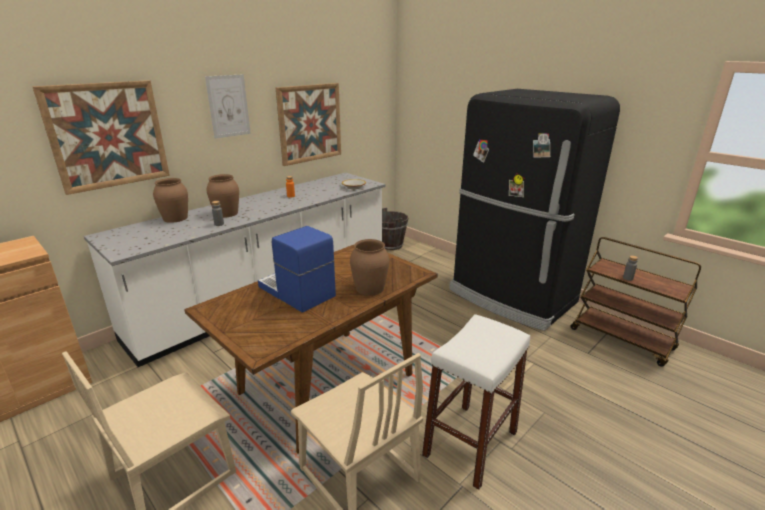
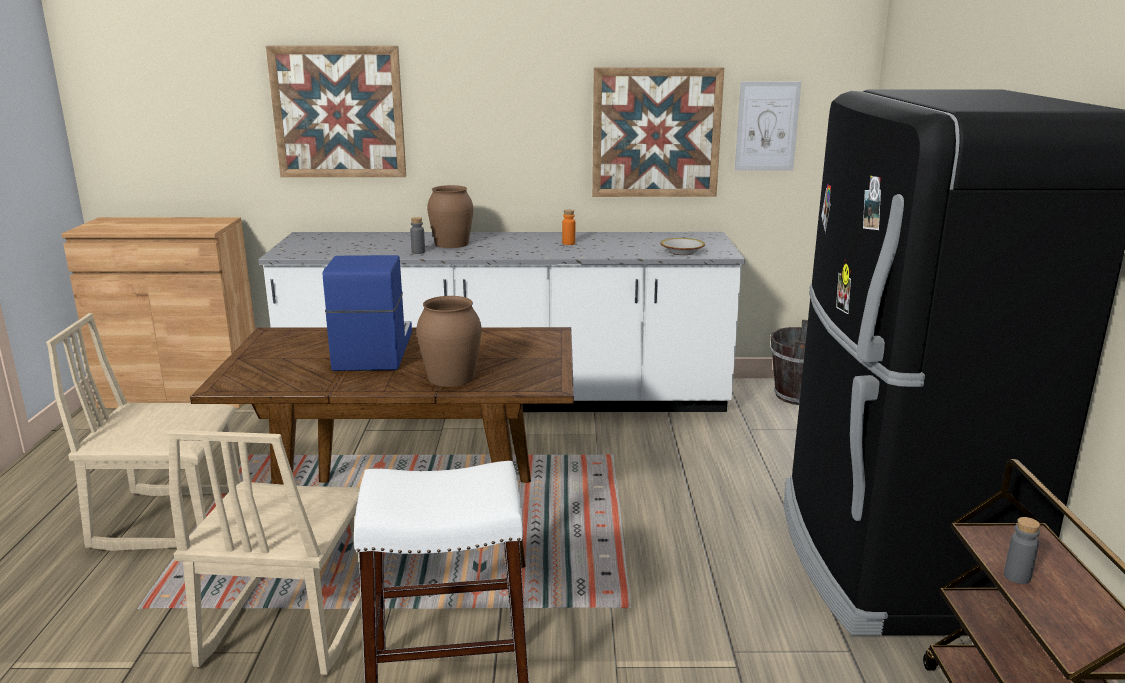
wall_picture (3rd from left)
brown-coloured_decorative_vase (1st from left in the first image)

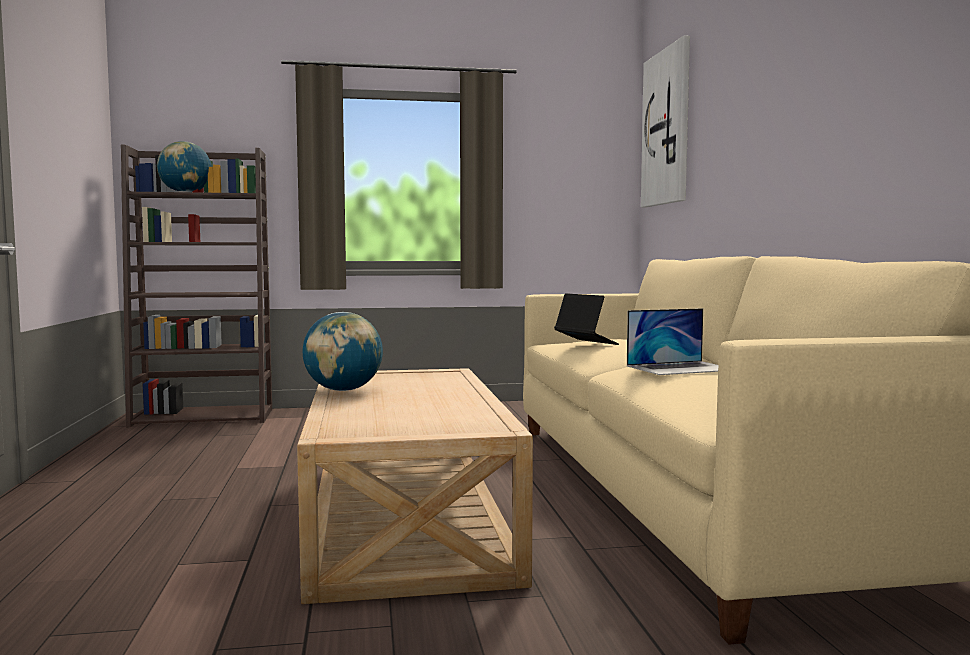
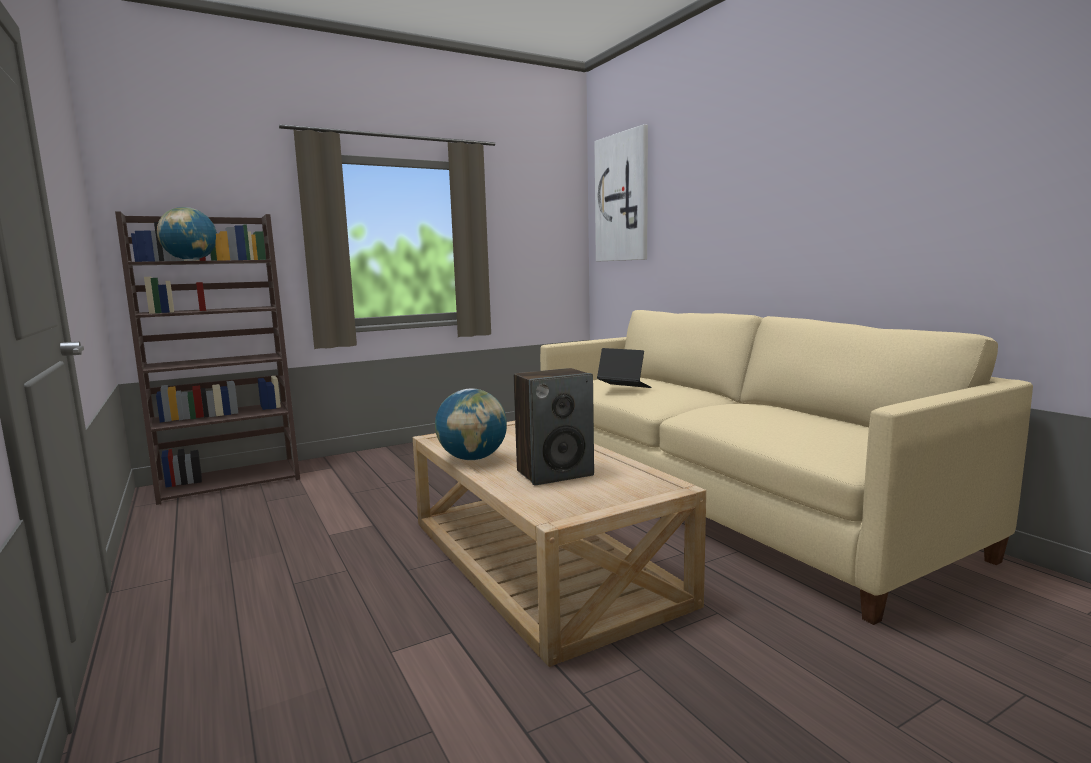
audio_speaker
laptop (2nd from left in the first image)

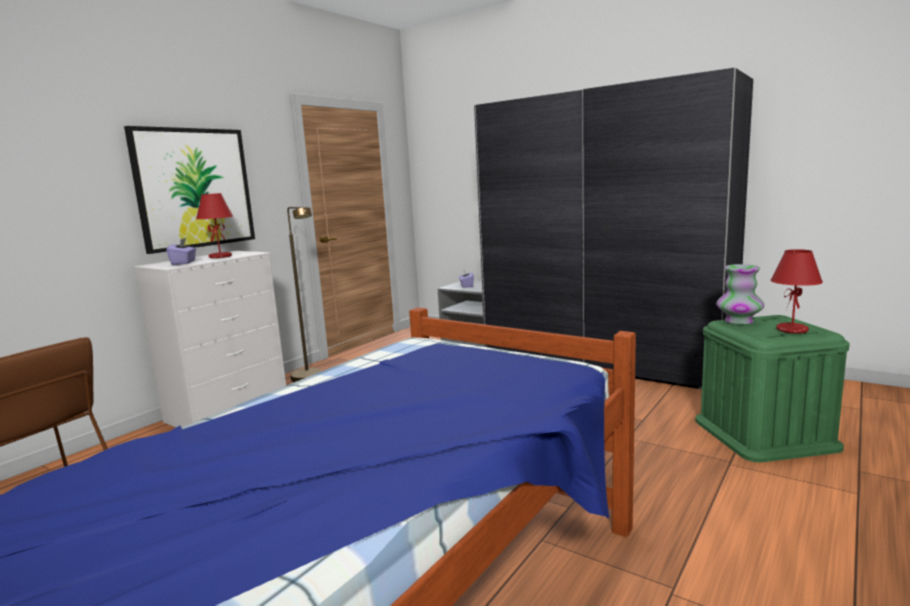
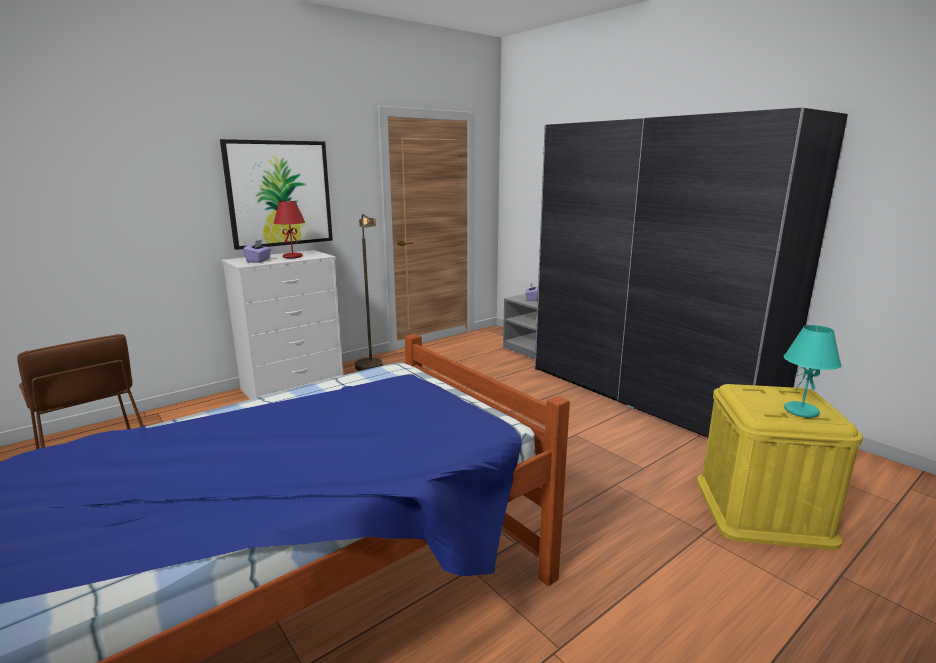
yellow_storage_box
blue-green_tabletop_lamp
decorative_vase

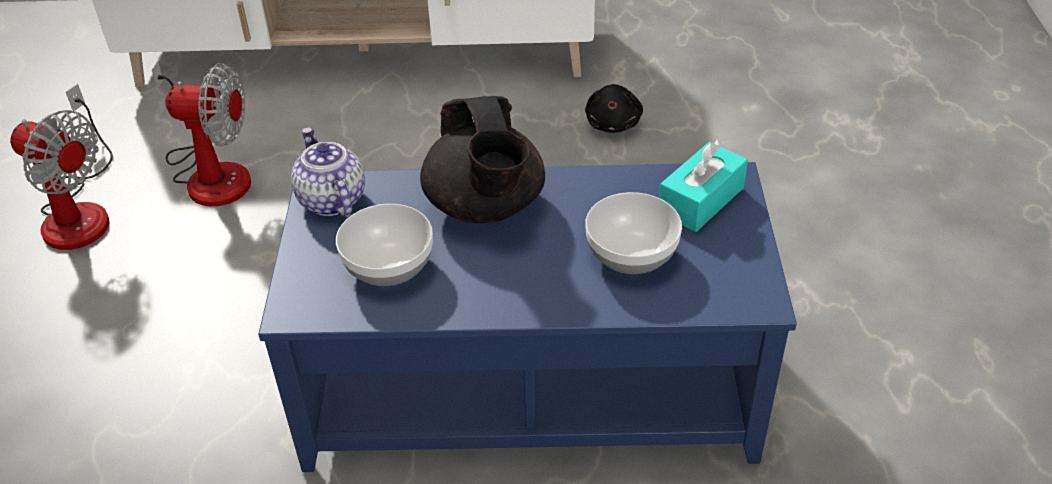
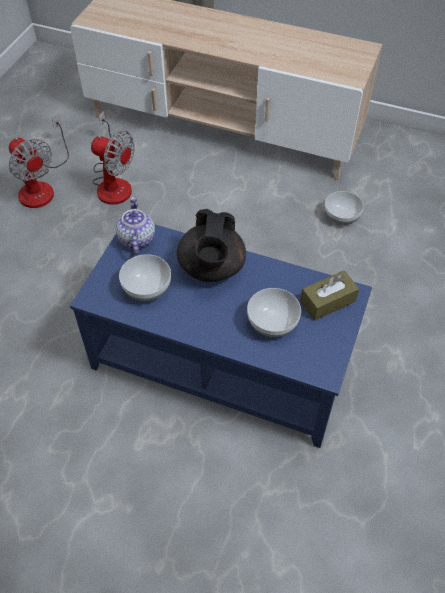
brown-coloured_tissue_box
serving_bowl (3rd from left)

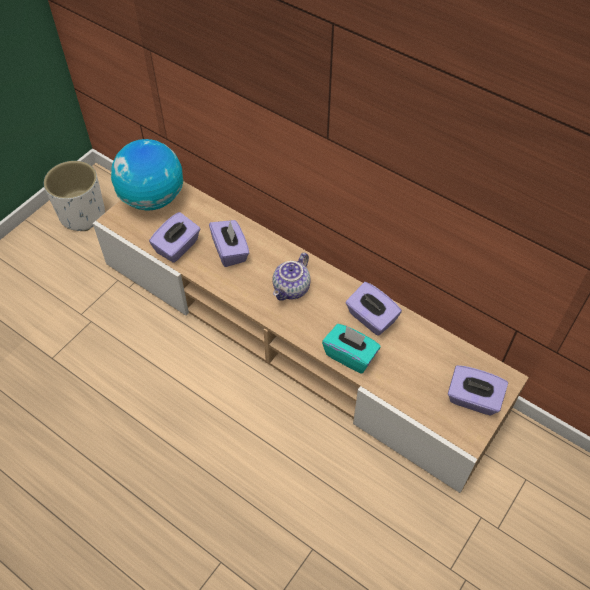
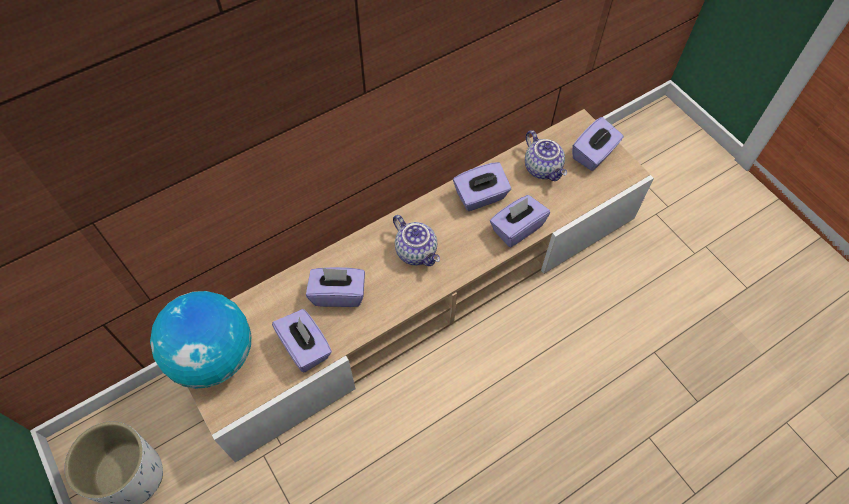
purple_tissue_box (4th from left)
pot_for_tea (2nd from left)

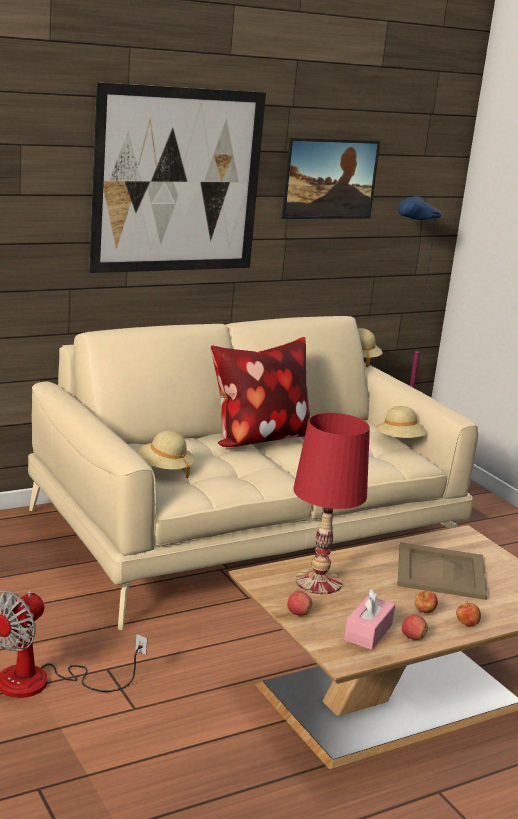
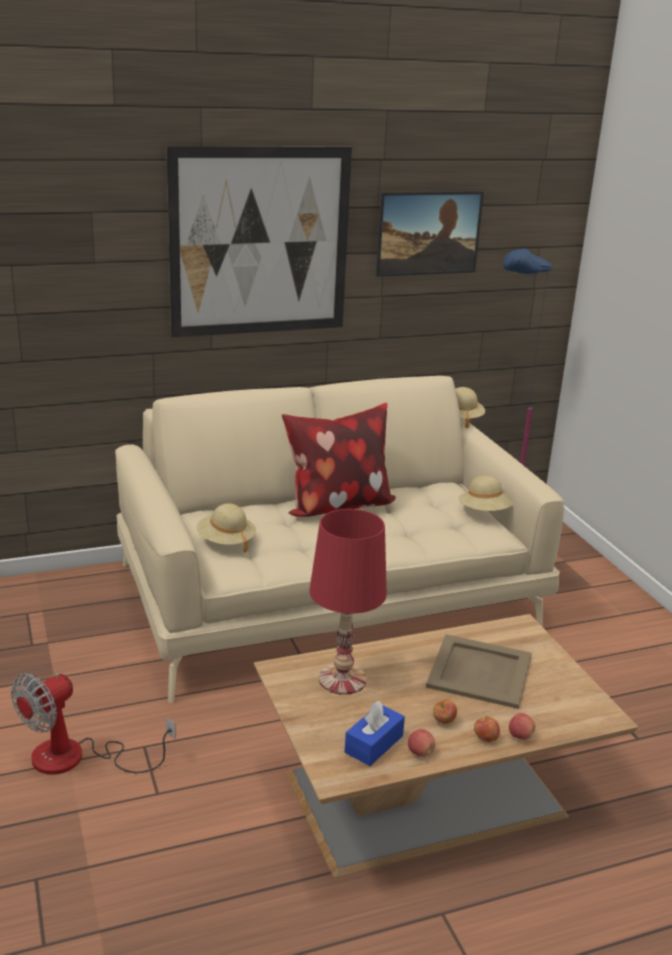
blue-coloured_tissue_box
apple (4th from left)

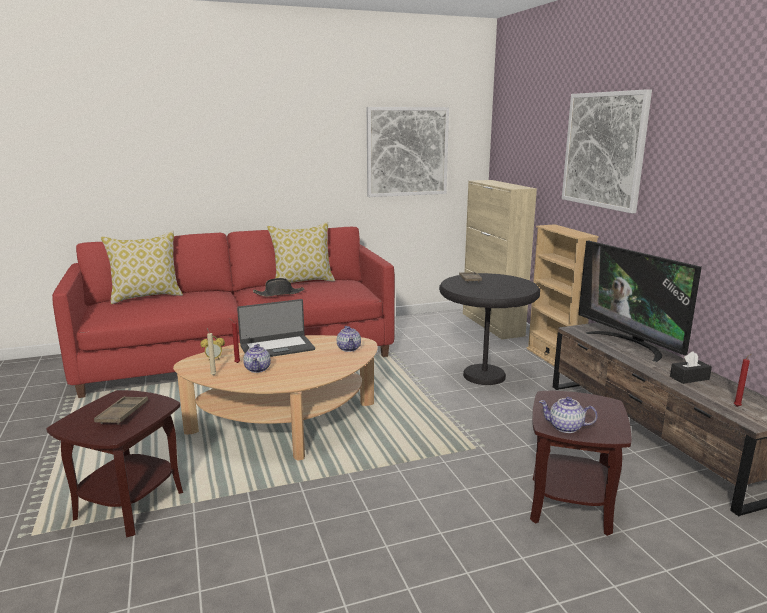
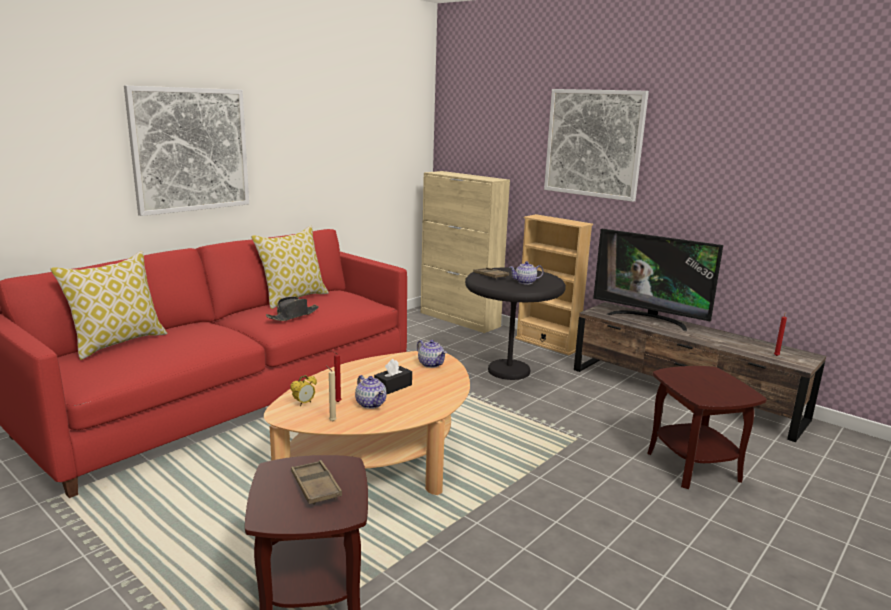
wall_picture (1st from left)
black-coloured_tissue_box
pot_for_tea (3rd from left)
laptop

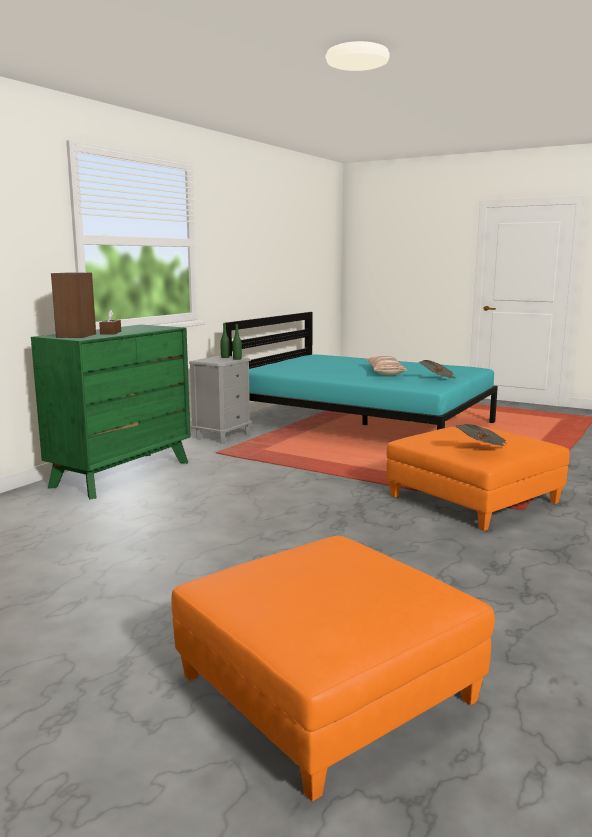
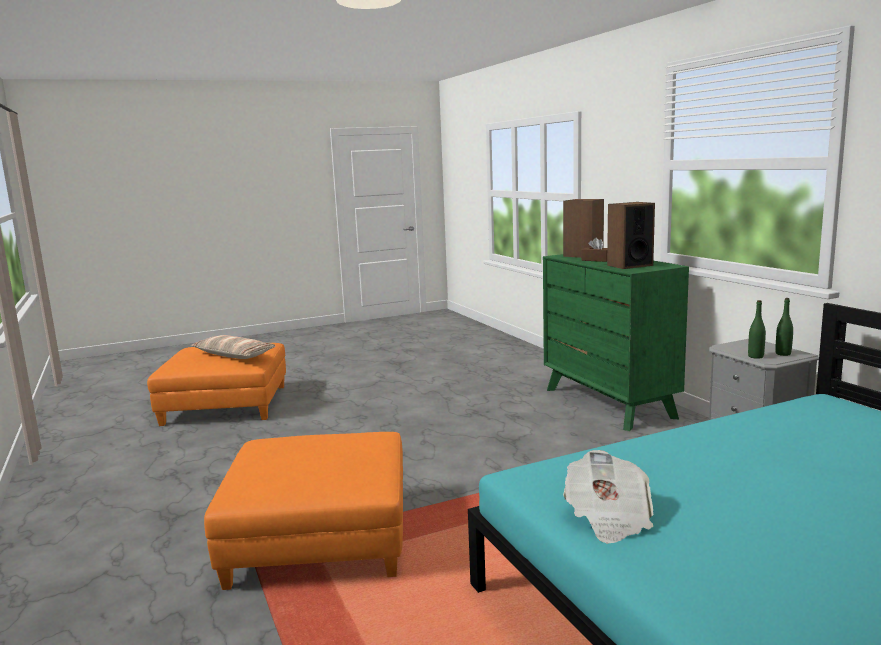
cushion
audio_speaker (2nd from left)
daily_paper (2nd from left in the first image)

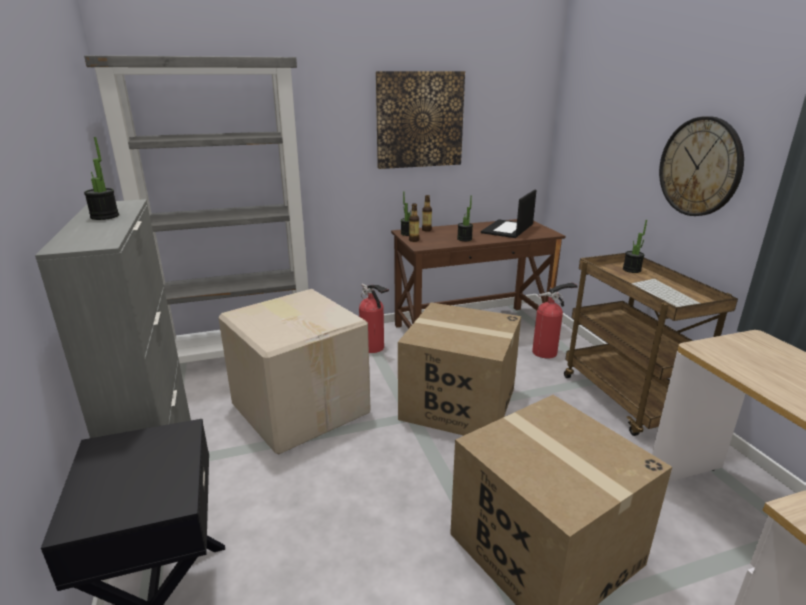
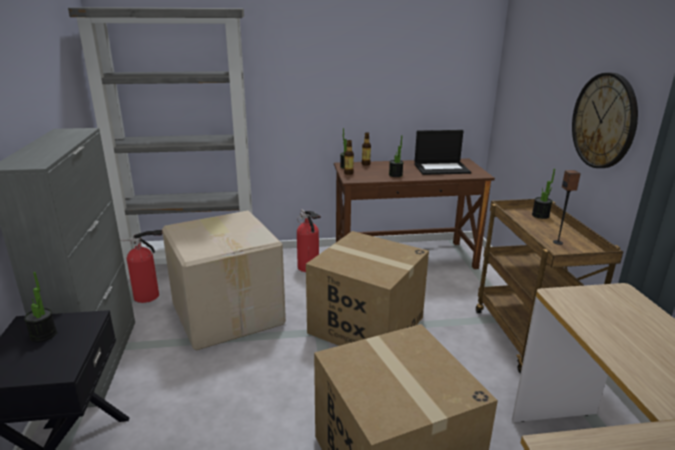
plant_in_a_pot (1st from left)
extinguisher (1st from left)
laptop
audio_speaker
wall_picture

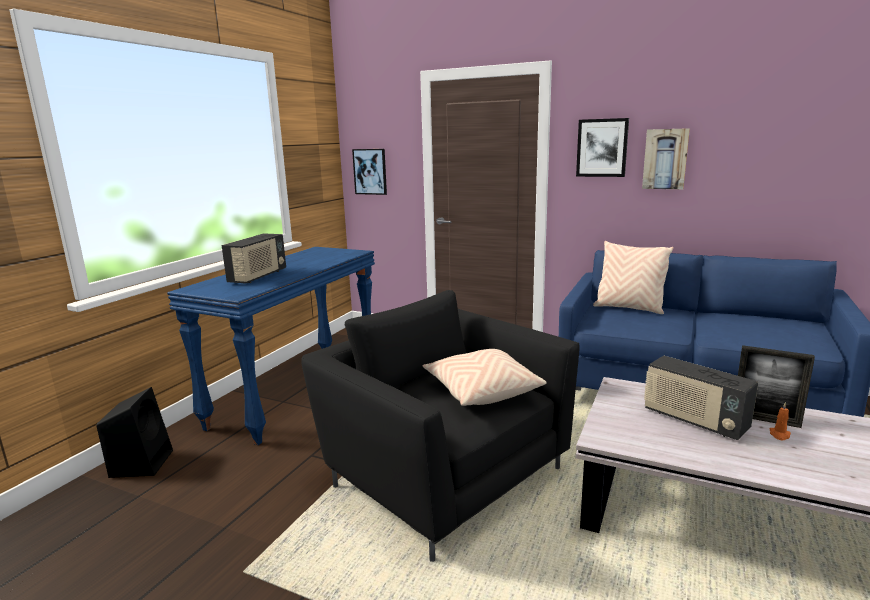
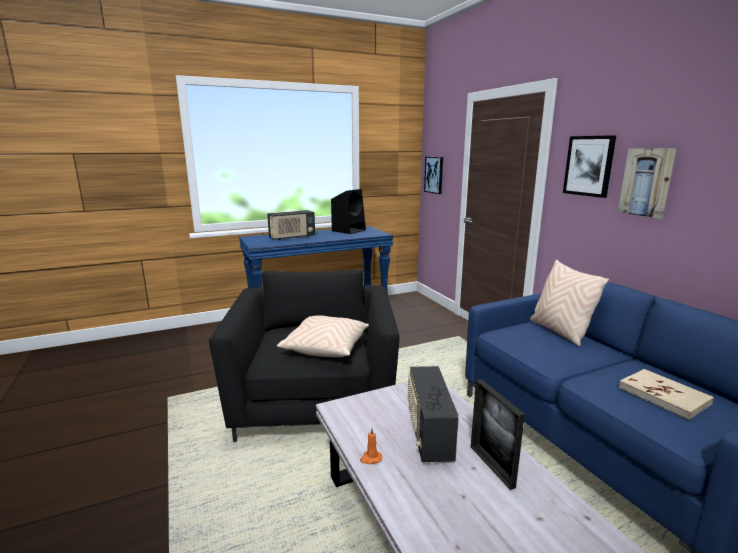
black-coloured_audio_speaker
orange-coloured_candle
beige-coloured_book

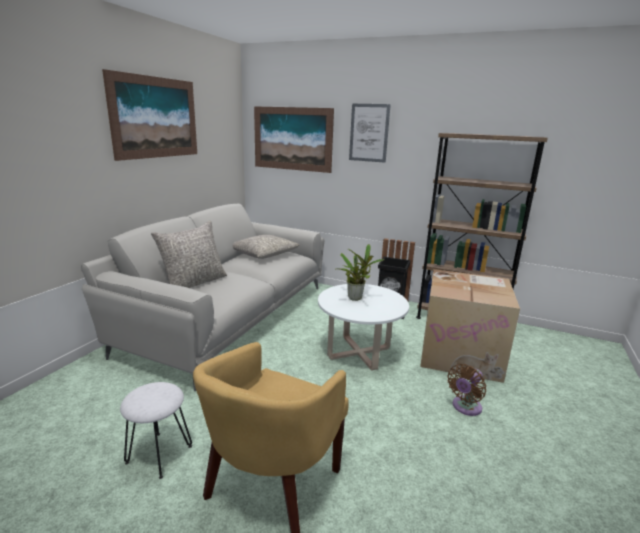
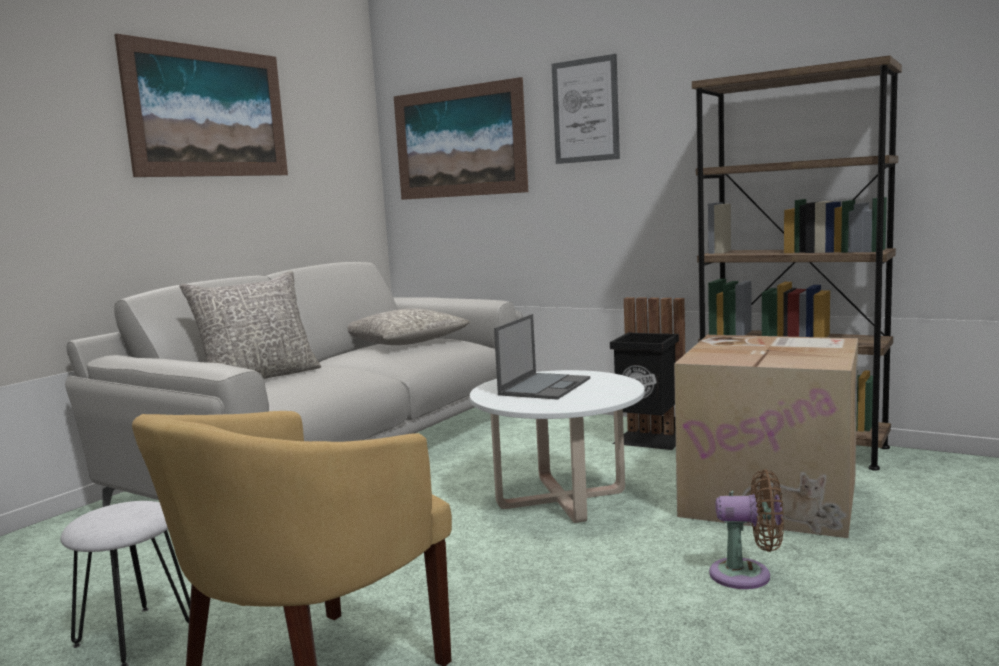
laptop
brown-coloured_fan

